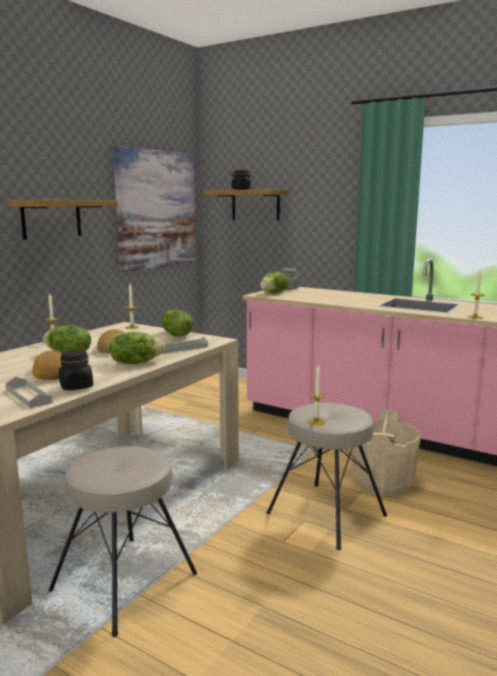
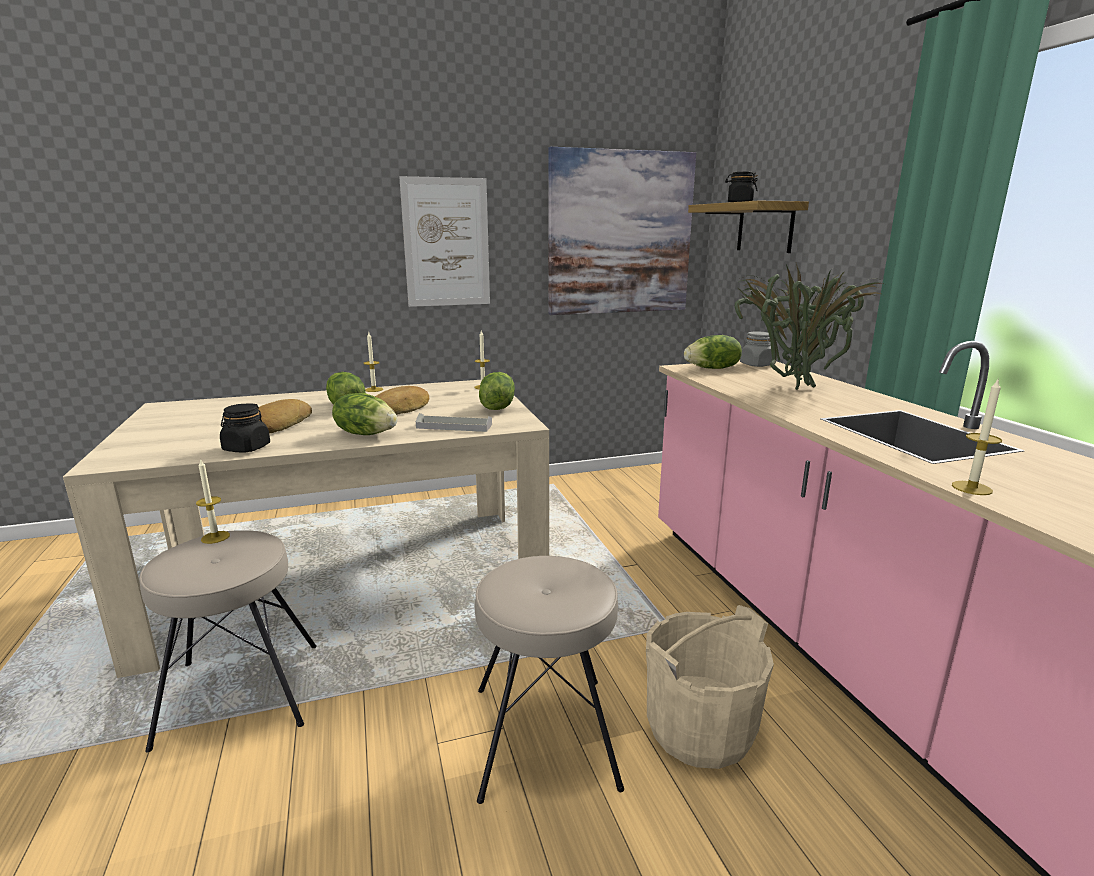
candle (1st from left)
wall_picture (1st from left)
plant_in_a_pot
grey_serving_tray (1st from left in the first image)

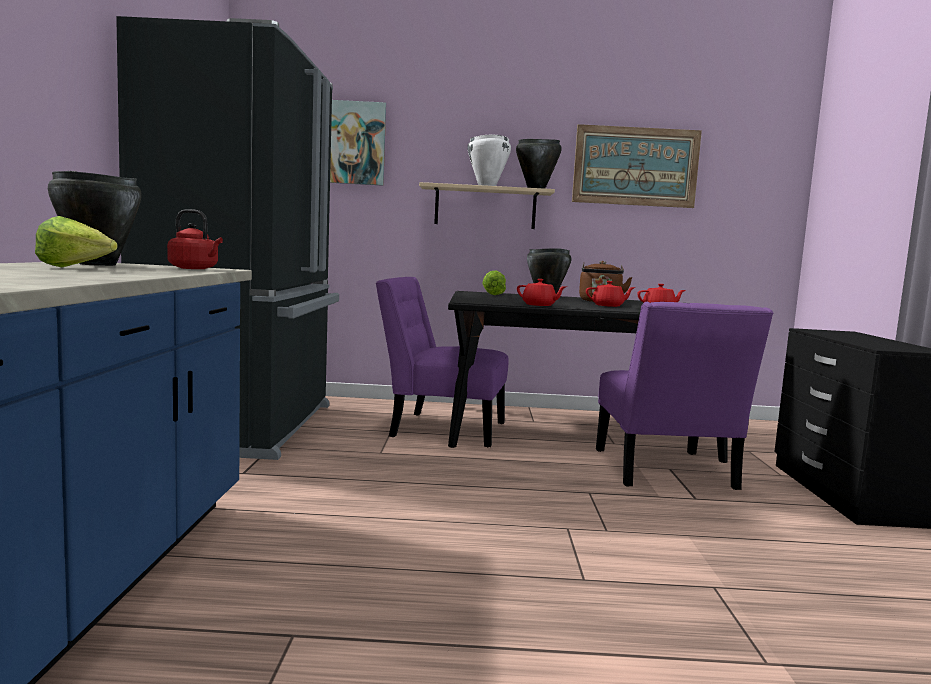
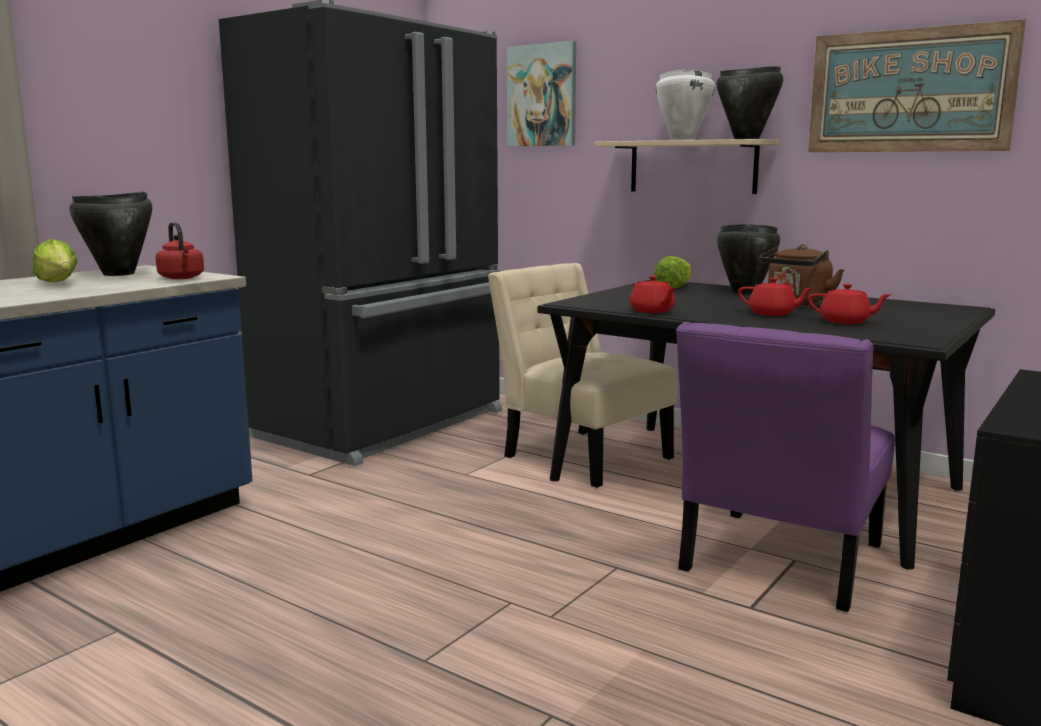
beige-coloured_chair

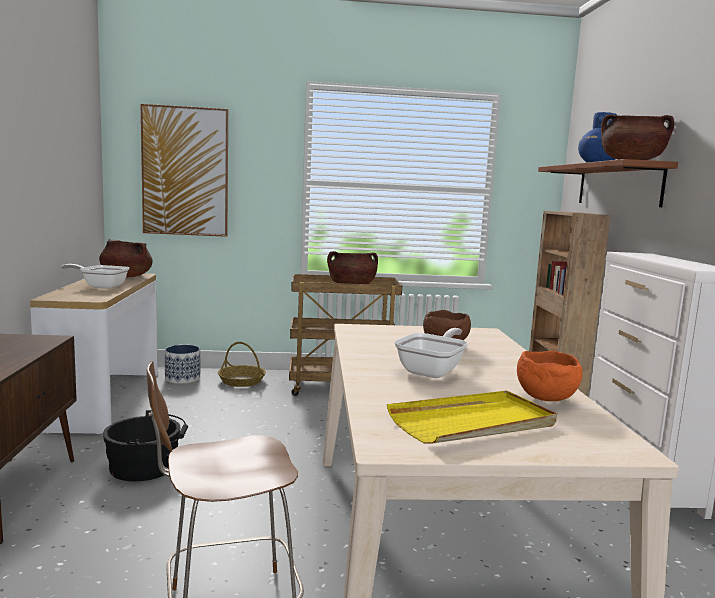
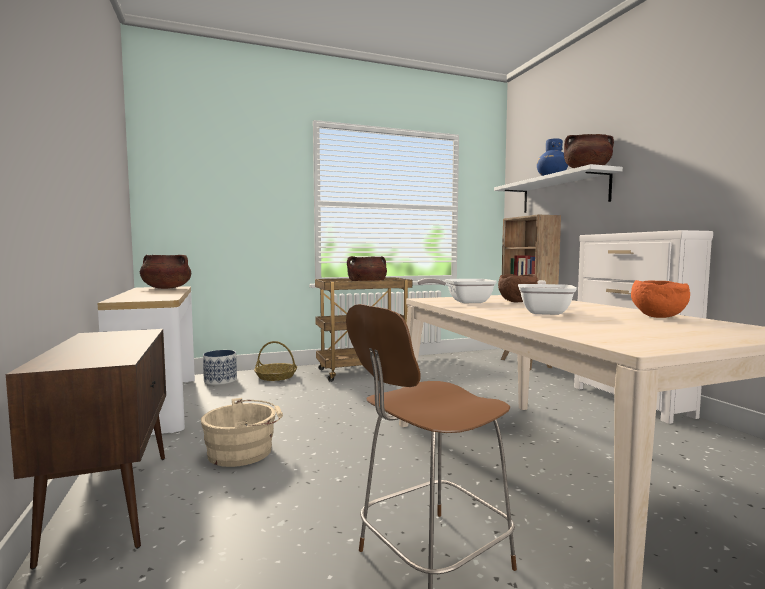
beige-coloured_water_bucket
frying_pan (1st from left)
white-coloured_bracket_shelf
wall_picture
yellow_serving_tray

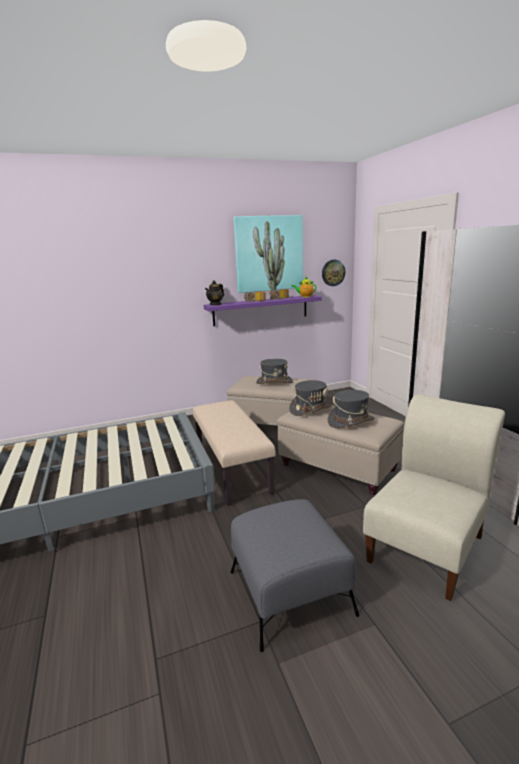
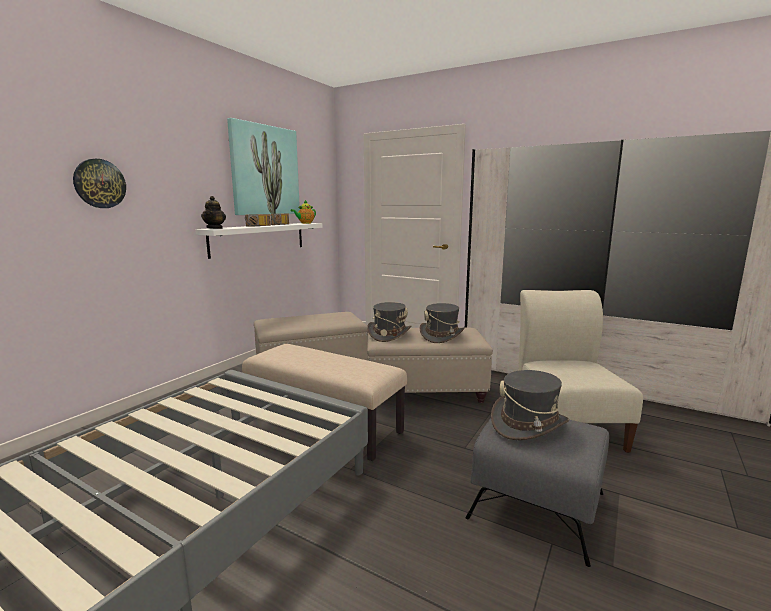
wall_clock
white-coloured_bracket_shelf
grey_wearable_hat (3rd from left)

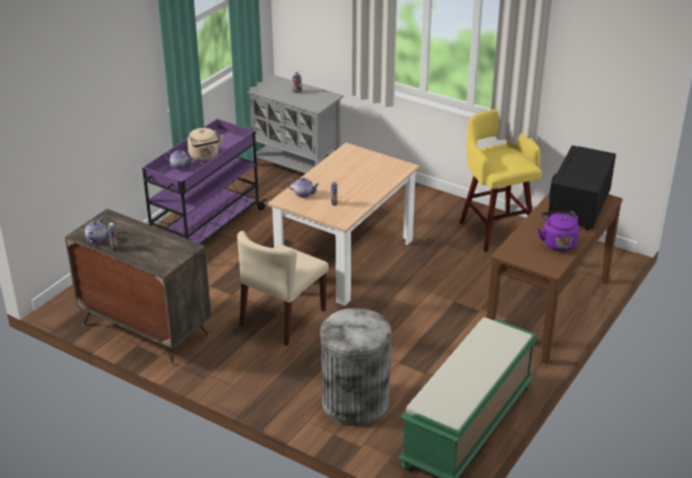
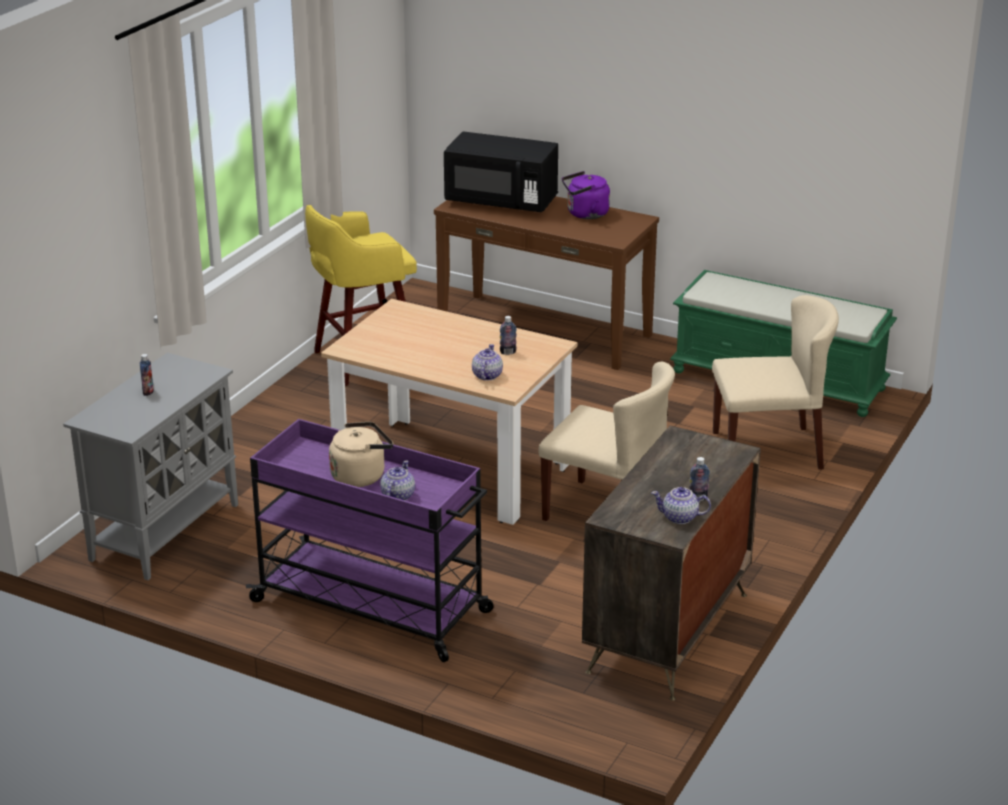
beige-coloured_chair (2nd from left)

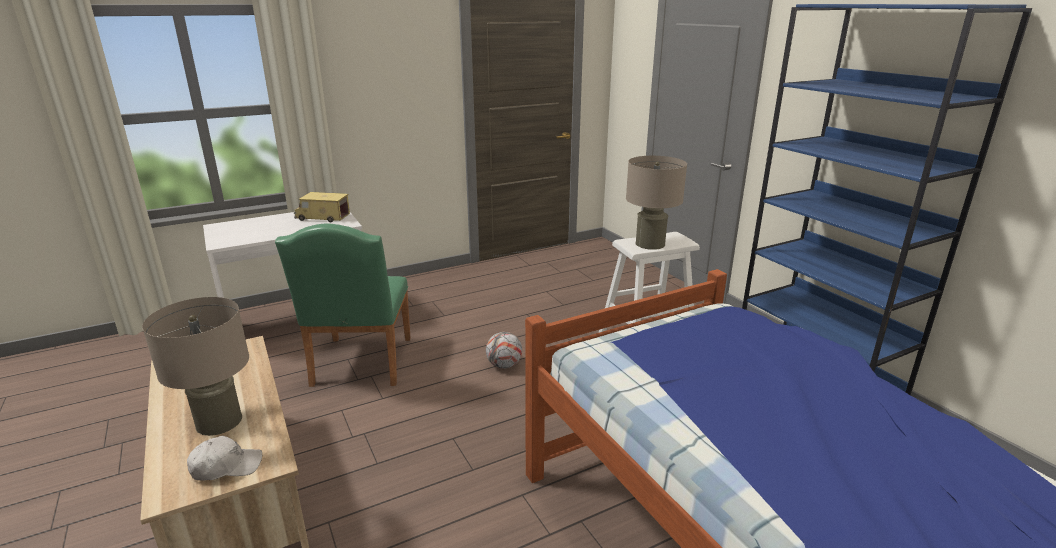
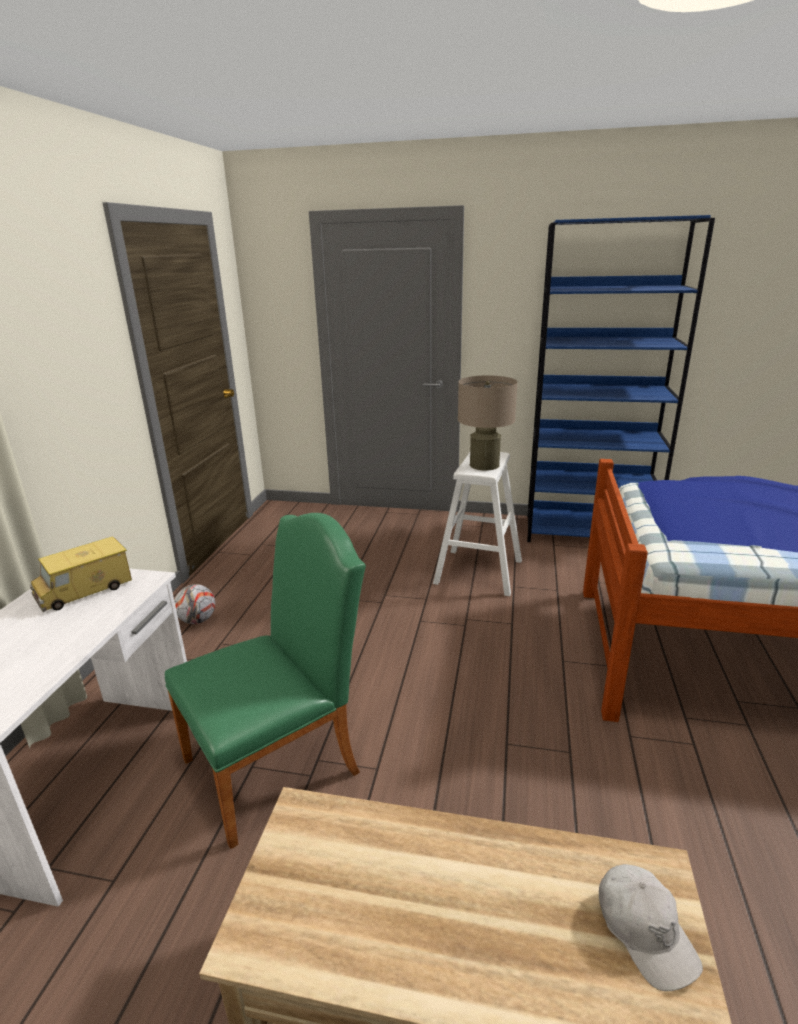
greenish_chair
football_ball
white-coloured_peaked_cap
beige-coloured_tabletop_lamp (1st from left in the first image)

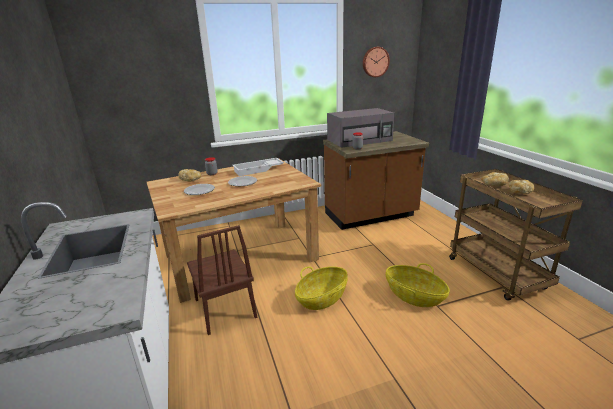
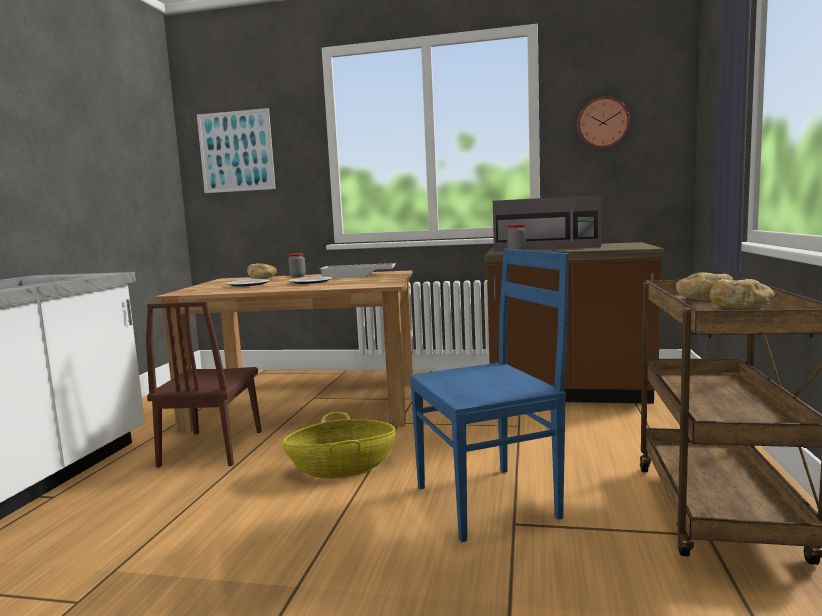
wall_picture
blue-coloured_chair

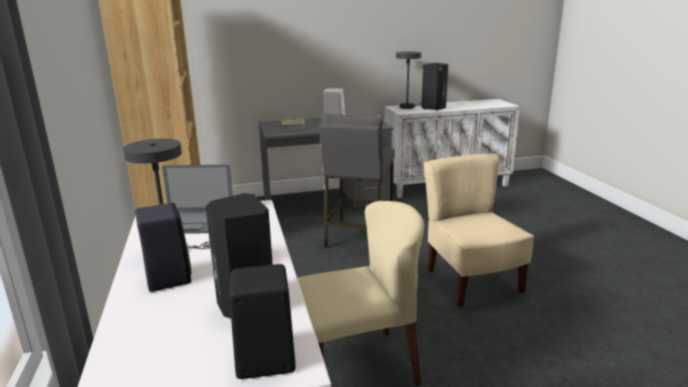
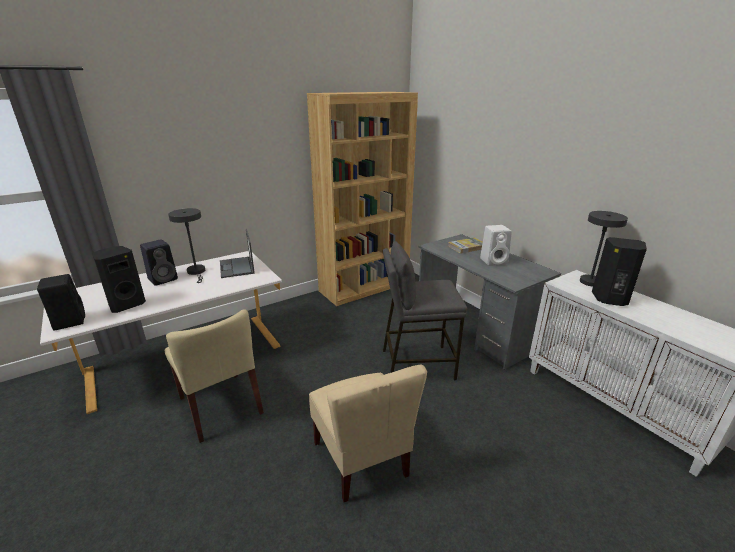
beige-coloured_chair (2nd from left)

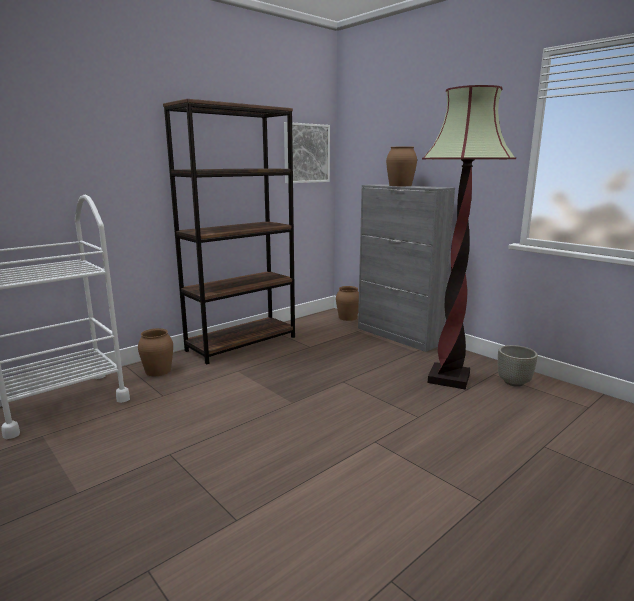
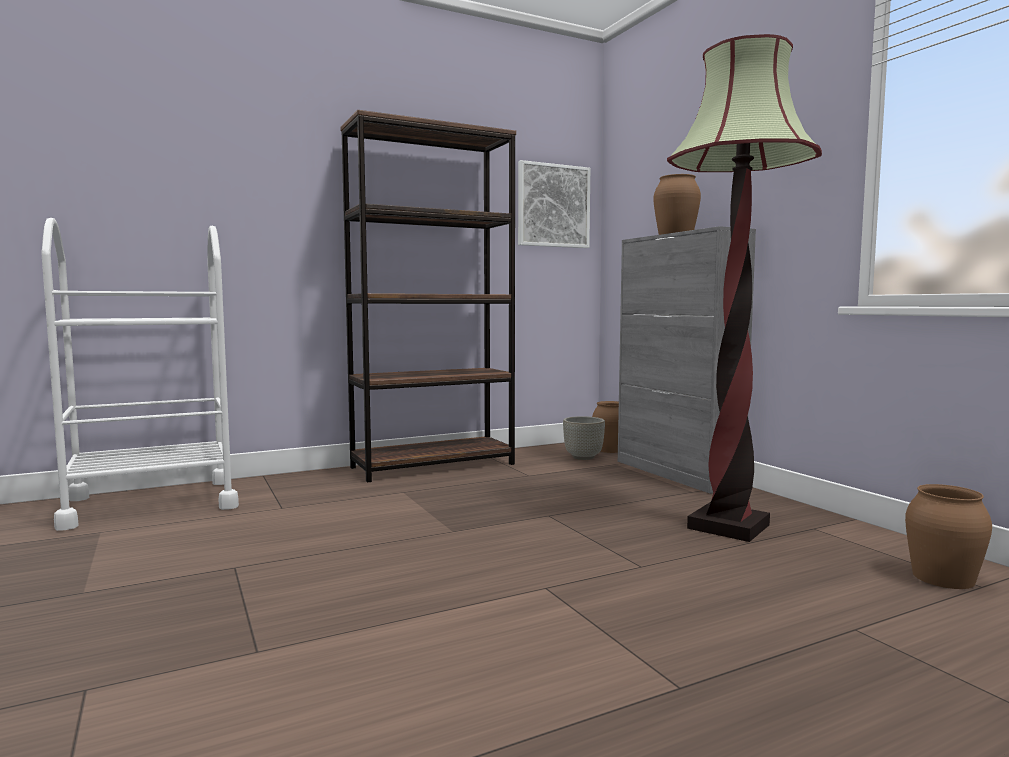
grey_flower_pot
brown-coloured_decorative_vase (3rd from left)

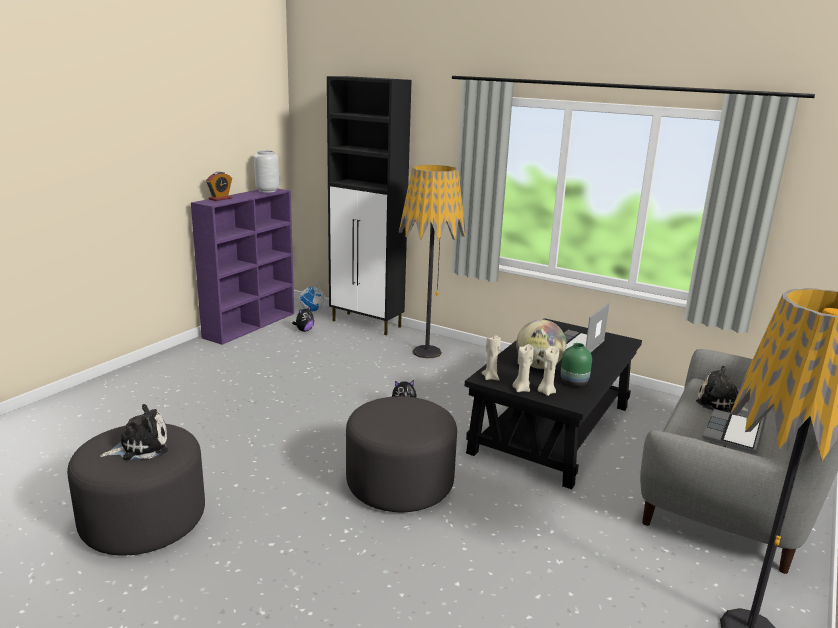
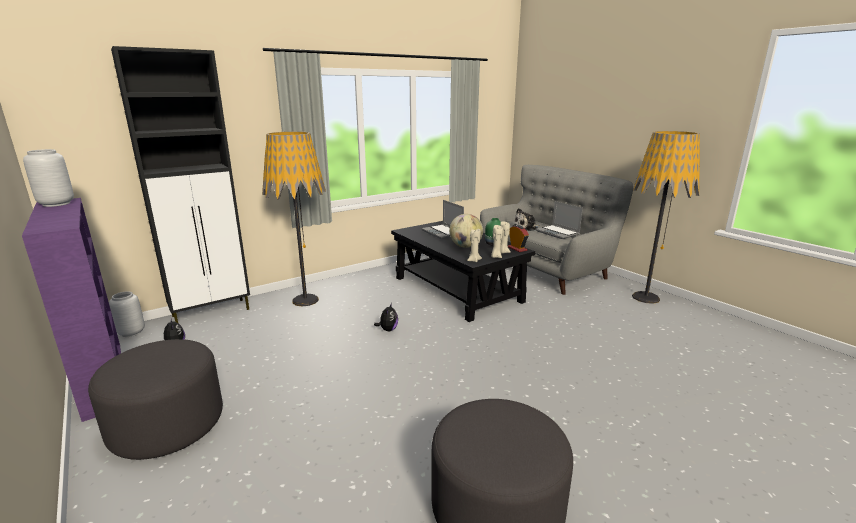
grey_ottoman (1st from left)
grey_decorative_vase (2nd from left)
bedside_clock
plush_toy (1st from left in the first image)

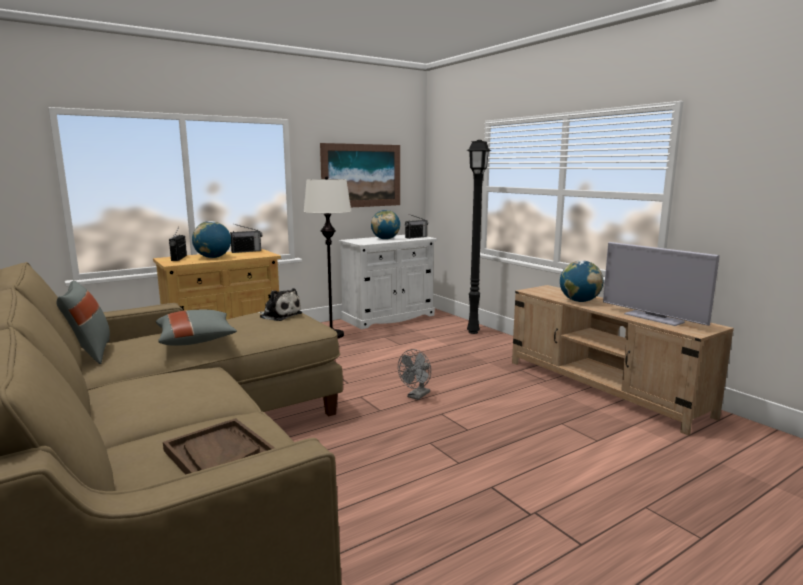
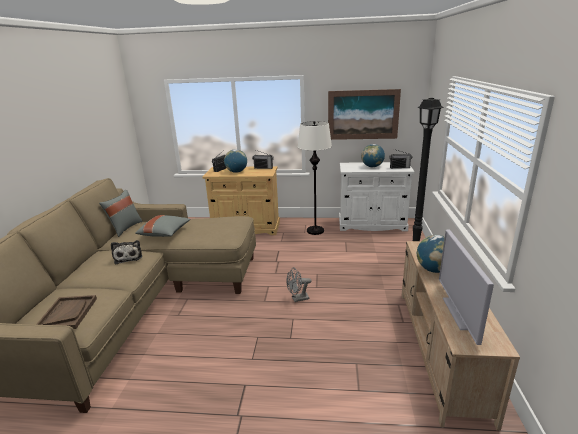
plush_toy

